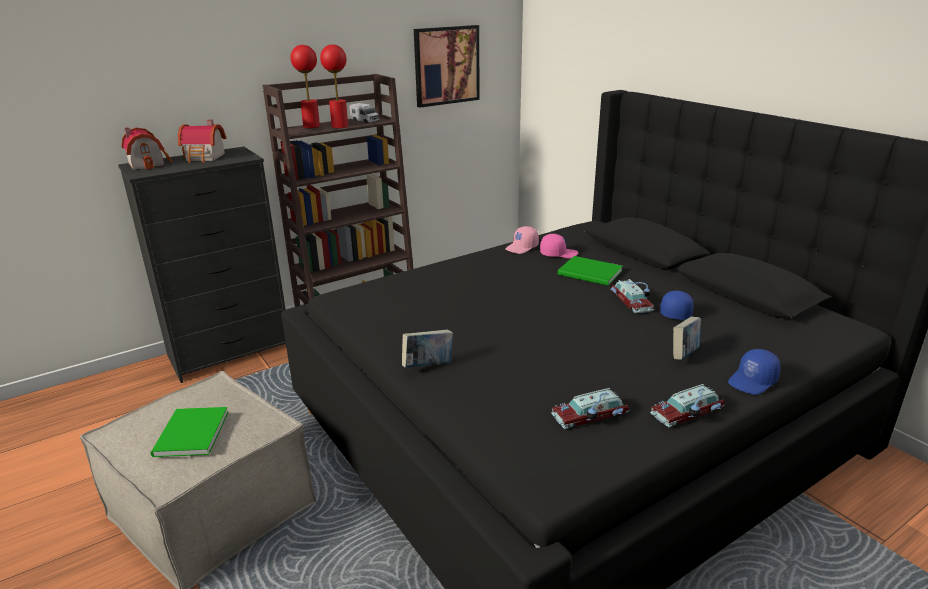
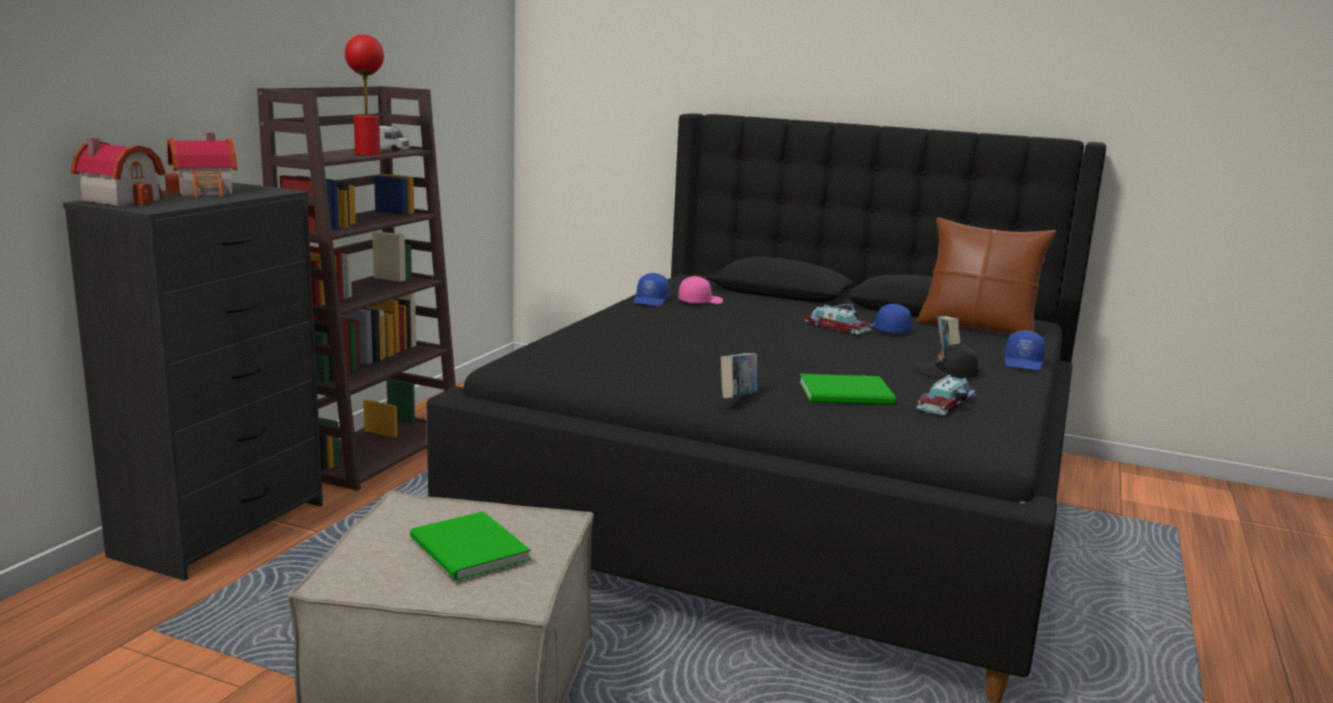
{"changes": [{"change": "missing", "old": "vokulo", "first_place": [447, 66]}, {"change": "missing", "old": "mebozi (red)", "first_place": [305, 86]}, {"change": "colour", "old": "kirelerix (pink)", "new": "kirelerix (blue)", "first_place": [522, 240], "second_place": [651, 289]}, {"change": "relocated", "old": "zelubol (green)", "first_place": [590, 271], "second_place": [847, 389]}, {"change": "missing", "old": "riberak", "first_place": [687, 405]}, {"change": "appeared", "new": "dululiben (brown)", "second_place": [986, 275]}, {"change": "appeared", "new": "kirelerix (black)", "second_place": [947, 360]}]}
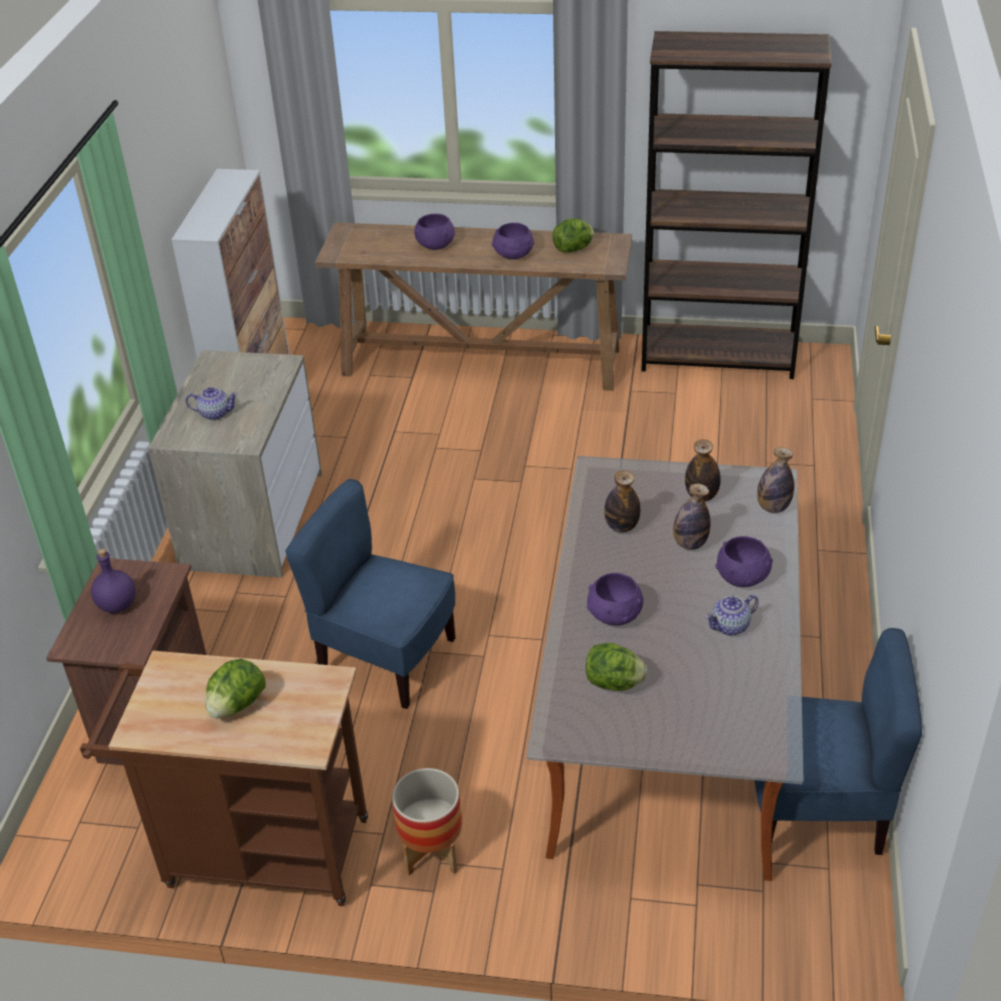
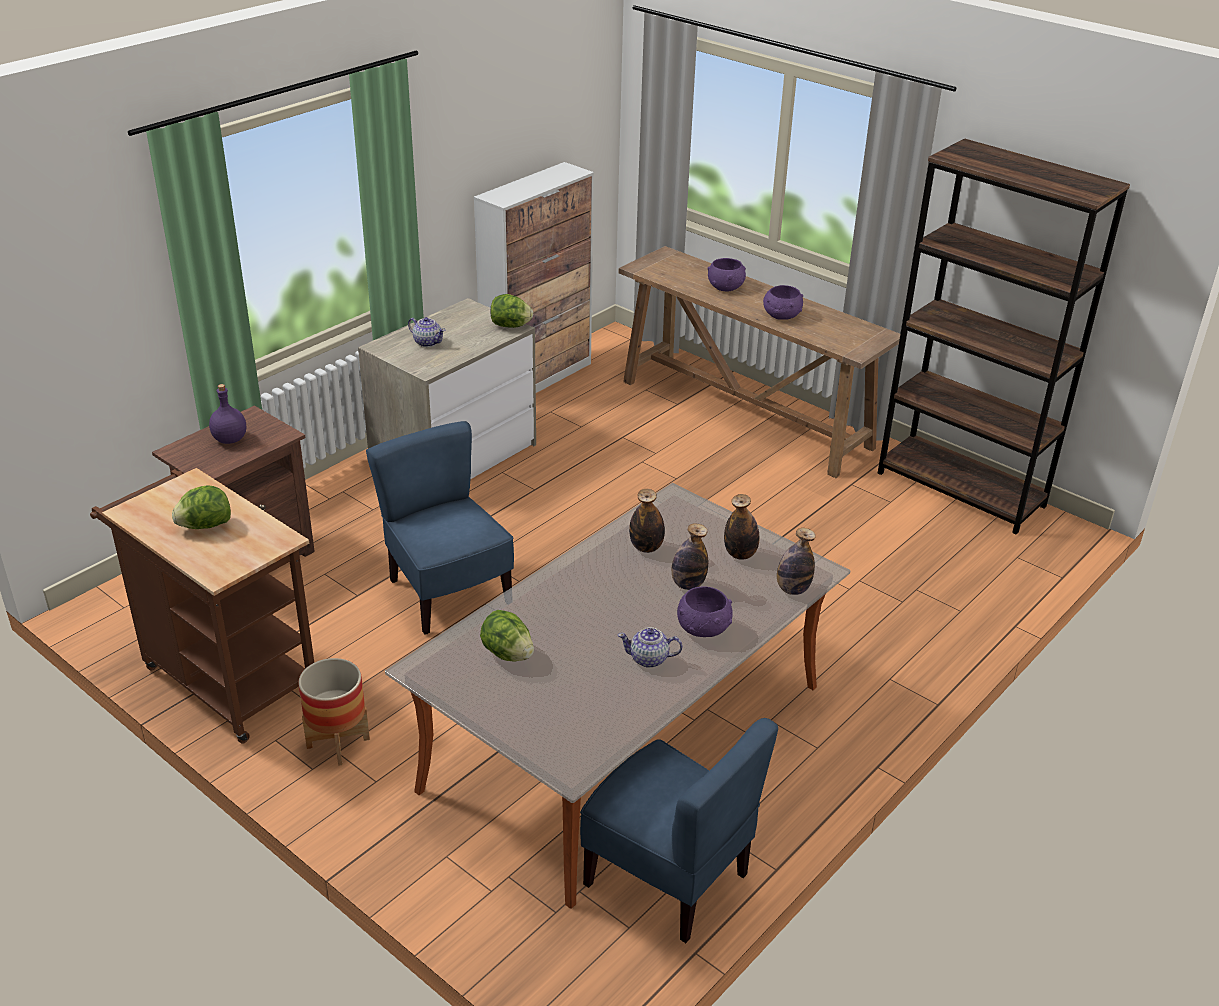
{"changes": [{"change": "relocated", "old": "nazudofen", "first_place": [573, 236], "second_place": [511, 311]}, {"change": "missing", "old": "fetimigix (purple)", "first_place": [615, 599]}]}
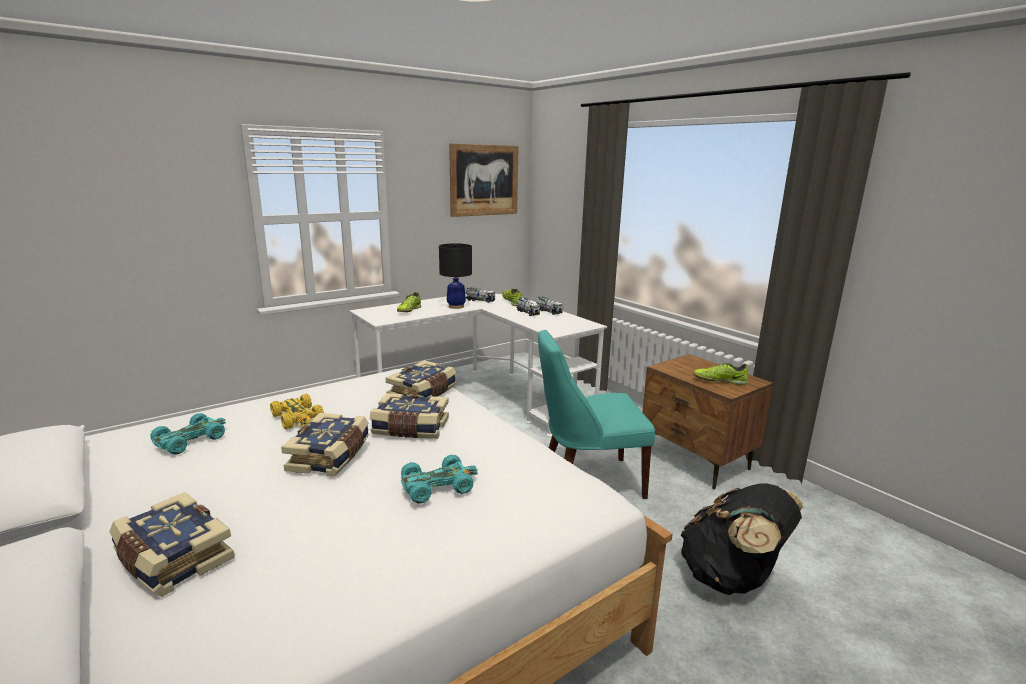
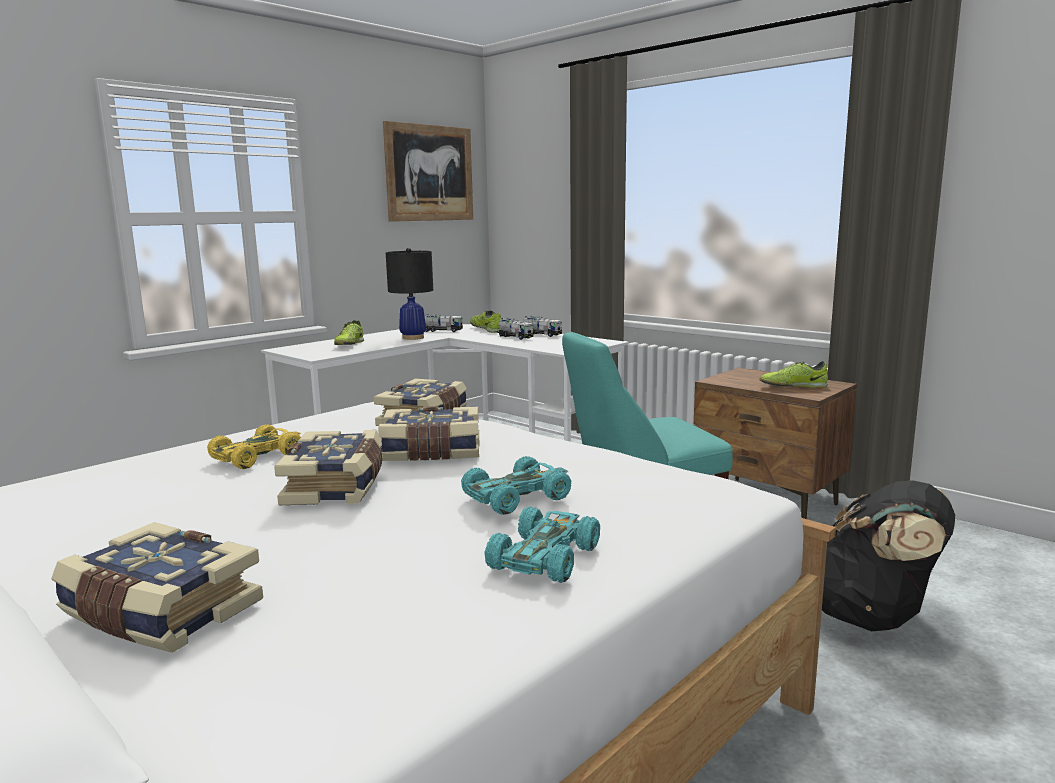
{"changes": [{"change": "spun", "old": "riberak (yellow)", "first_place": [297, 412], "second_place": [254, 446], "degrees": -90}, {"change": "relocated", "old": "riberak (turquoise)", "first_place": [188, 434], "second_place": [542, 545]}]}
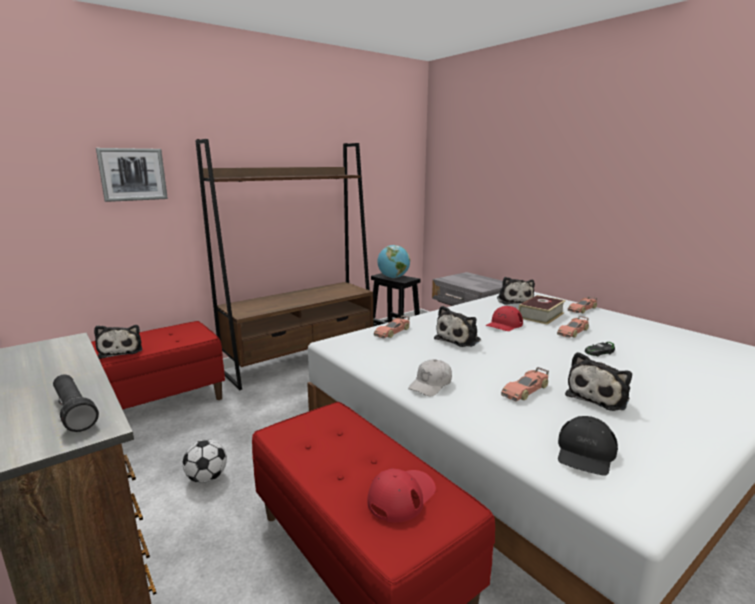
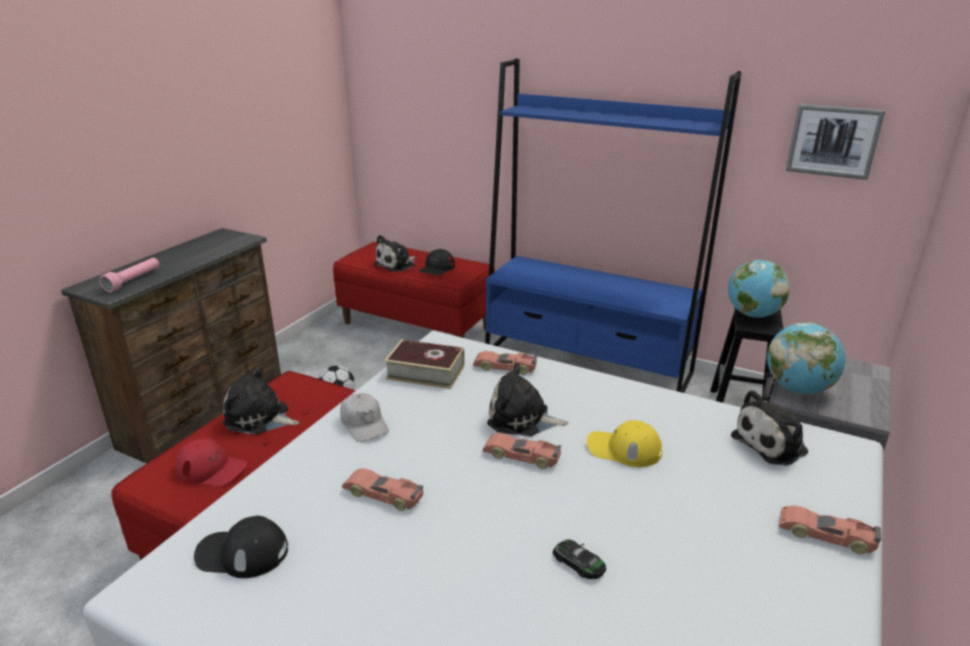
{"changes": [{"change": "colour", "old": "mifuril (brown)", "new": "mifuril (blue)", "first_place": [284, 265], "second_place": [613, 225]}, {"change": "relocated", "old": "vokulo", "first_place": [132, 175], "second_place": [835, 142]}, {"change": "relocated", "old": "zelubol", "first_place": [542, 310], "second_place": [424, 364]}, {"change": "colour", "old": "kirelerix (red)", "new": "kirelerix (yellow)", "first_place": [504, 318], "second_place": [625, 443]}, {"change": "relocated", "old": "riberak", "first_place": [573, 327], "second_place": [522, 451]}, {"change": "relocated", "old": "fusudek", "first_place": [598, 381], "second_place": [261, 401]}, {"change": "spun", "old": "kirelerix (white)", "first_place": [430, 378], "second_place": [364, 417], "degrees": -135}, {"change": "colour", "old": "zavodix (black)", "new": "zavodix (pink)", "first_place": [76, 403], "second_place": [129, 275]}, {"change": "appeared", "new": "kirelerix (black)", "second_place": [437, 262]}, {"change": "appeared", "new": "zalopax", "second_place": [806, 358]}]}
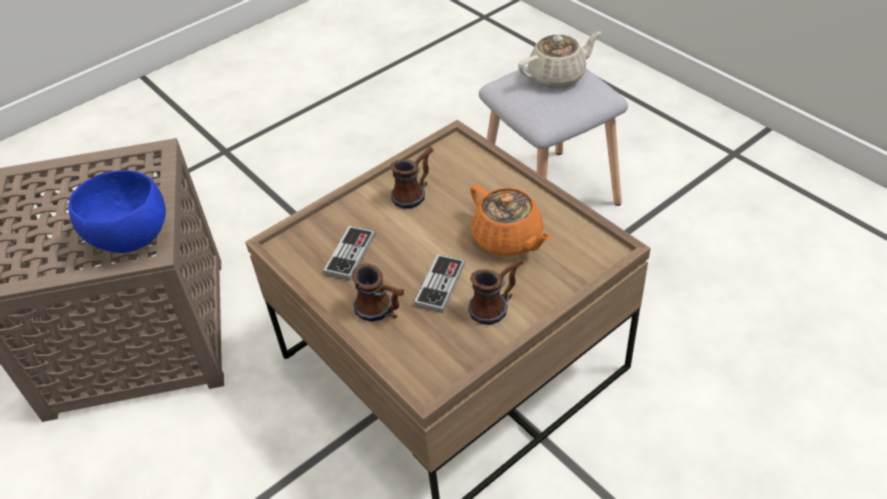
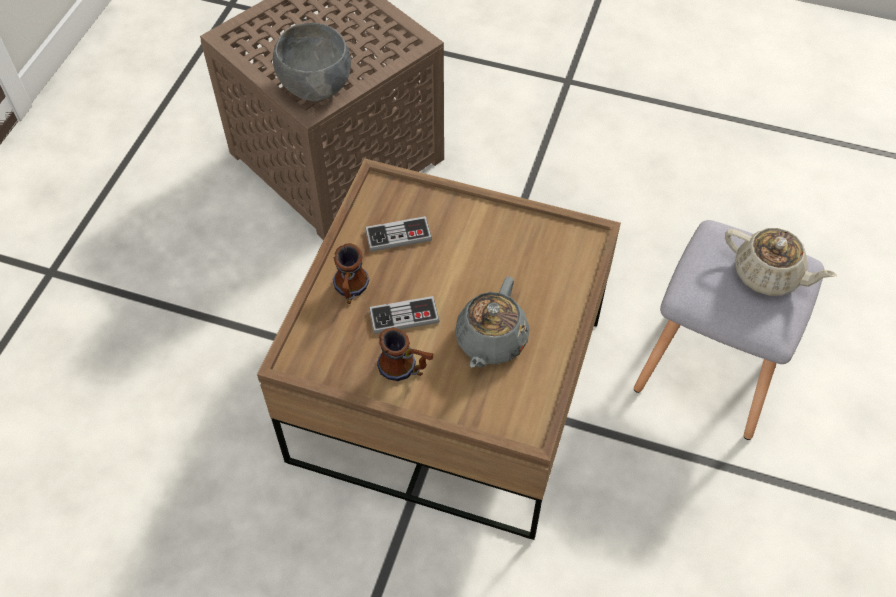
{"changes": [{"change": "missing", "old": "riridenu", "first_place": [412, 177]}, {"change": "colour", "old": "fetimigix (blue)", "new": "fetimigix (grey)", "first_place": [117, 211], "second_place": [312, 62]}, {"change": "colour", "old": "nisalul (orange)", "new": "nisalul (grey)", "first_place": [510, 220], "second_place": [492, 322]}]}
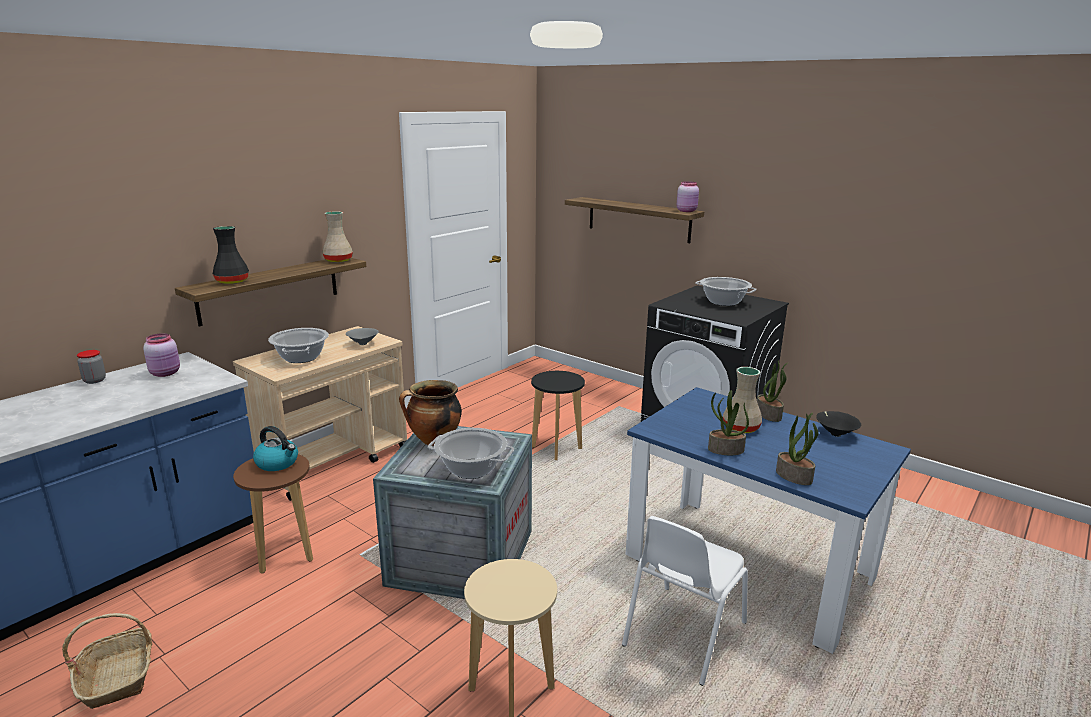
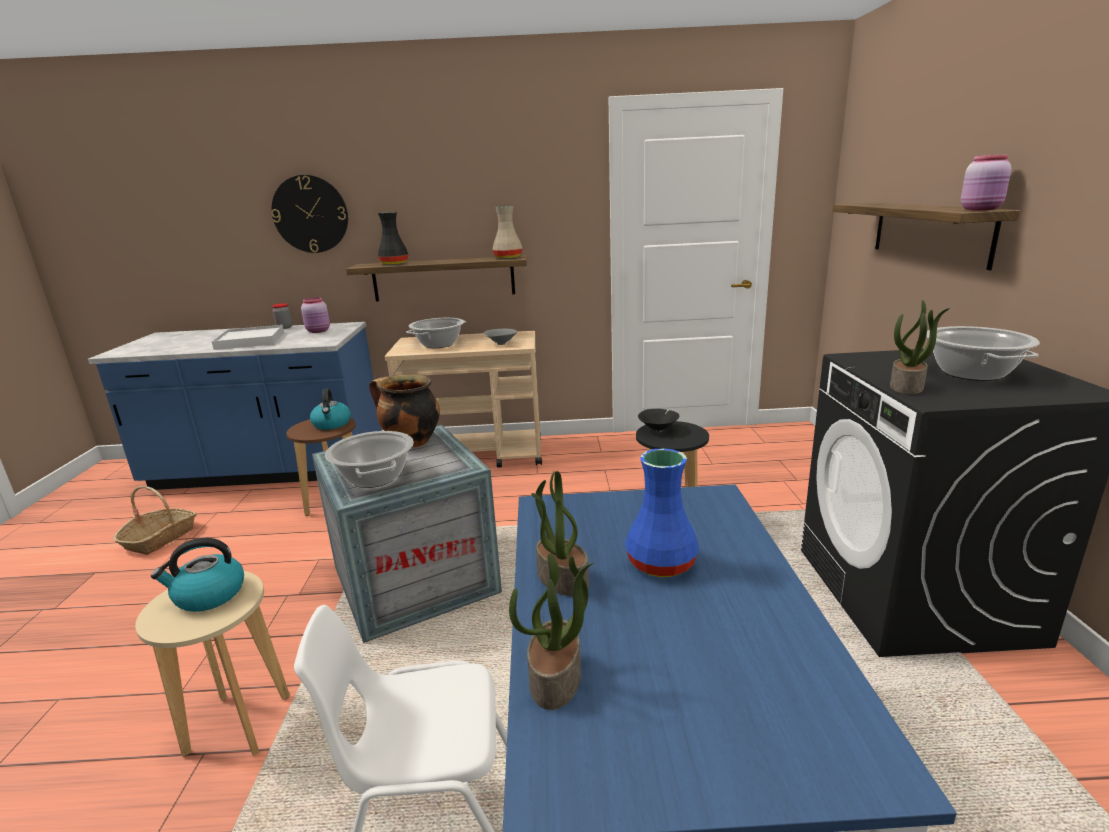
{"changes": [{"change": "relocated", "old": "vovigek", "first_place": [772, 391], "second_place": [920, 347]}, {"change": "colour", "old": "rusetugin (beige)", "new": "rusetugin (blue)", "first_place": [742, 400], "second_place": [662, 512]}, {"change": "relocated", "old": "fetimigix (black)", "first_place": [838, 424], "second_place": [658, 420]}, {"change": "appeared", "new": "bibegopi", "second_place": [309, 214]}, {"change": "appeared", "new": "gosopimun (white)", "second_place": [248, 337]}, {"change": "appeared", "new": "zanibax", "second_place": [197, 575]}]}
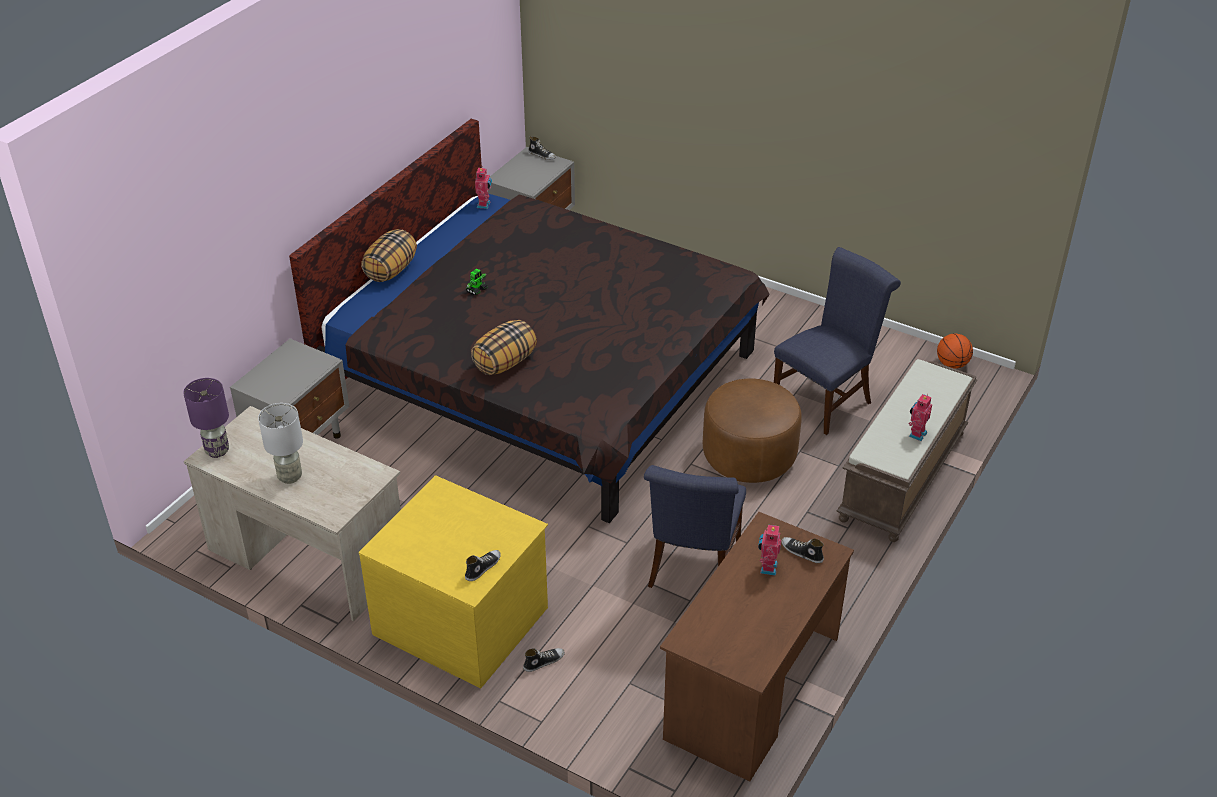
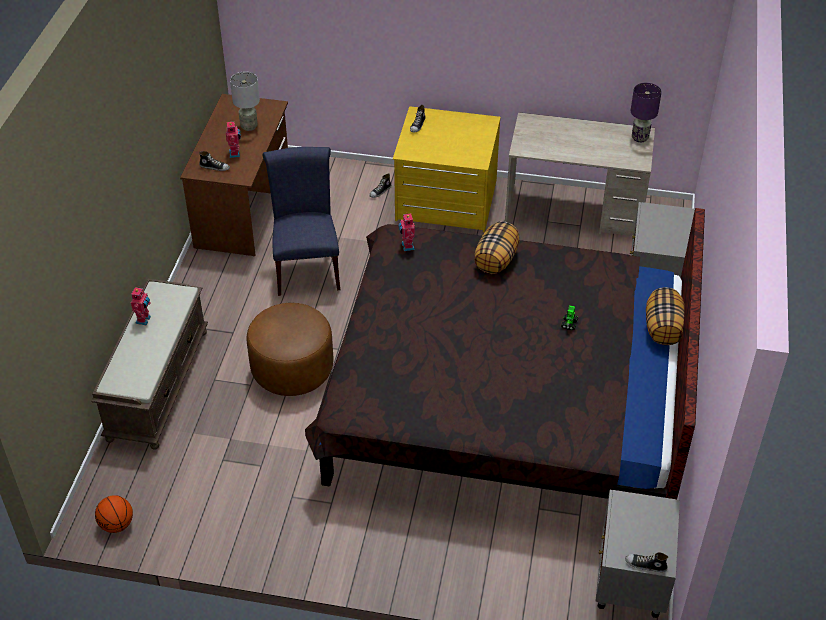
{"changes": [{"change": "relocated", "old": "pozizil", "first_place": [483, 187], "second_place": [406, 232]}, {"change": "missing", "old": "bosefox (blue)", "first_place": [837, 341]}, {"change": "relocated", "old": "mebozi (grey)", "first_place": [280, 443], "second_place": [245, 101]}]}
